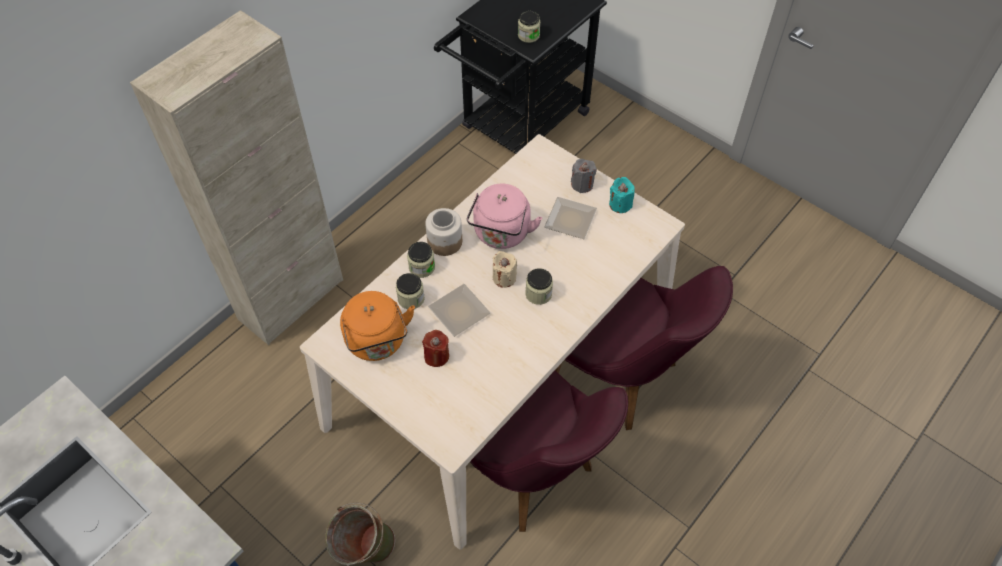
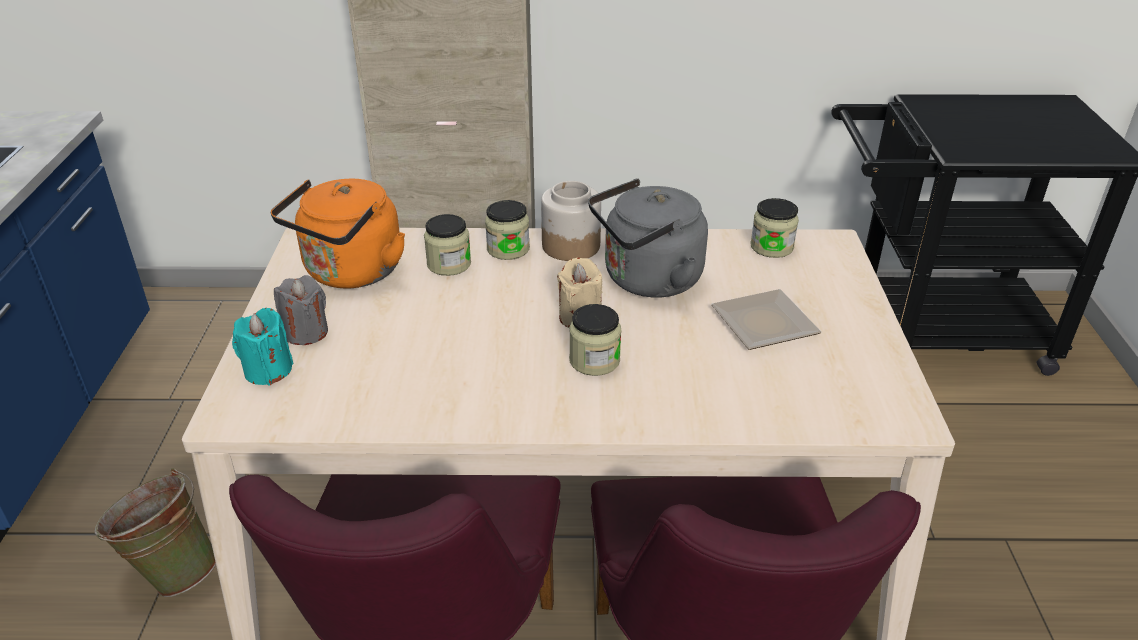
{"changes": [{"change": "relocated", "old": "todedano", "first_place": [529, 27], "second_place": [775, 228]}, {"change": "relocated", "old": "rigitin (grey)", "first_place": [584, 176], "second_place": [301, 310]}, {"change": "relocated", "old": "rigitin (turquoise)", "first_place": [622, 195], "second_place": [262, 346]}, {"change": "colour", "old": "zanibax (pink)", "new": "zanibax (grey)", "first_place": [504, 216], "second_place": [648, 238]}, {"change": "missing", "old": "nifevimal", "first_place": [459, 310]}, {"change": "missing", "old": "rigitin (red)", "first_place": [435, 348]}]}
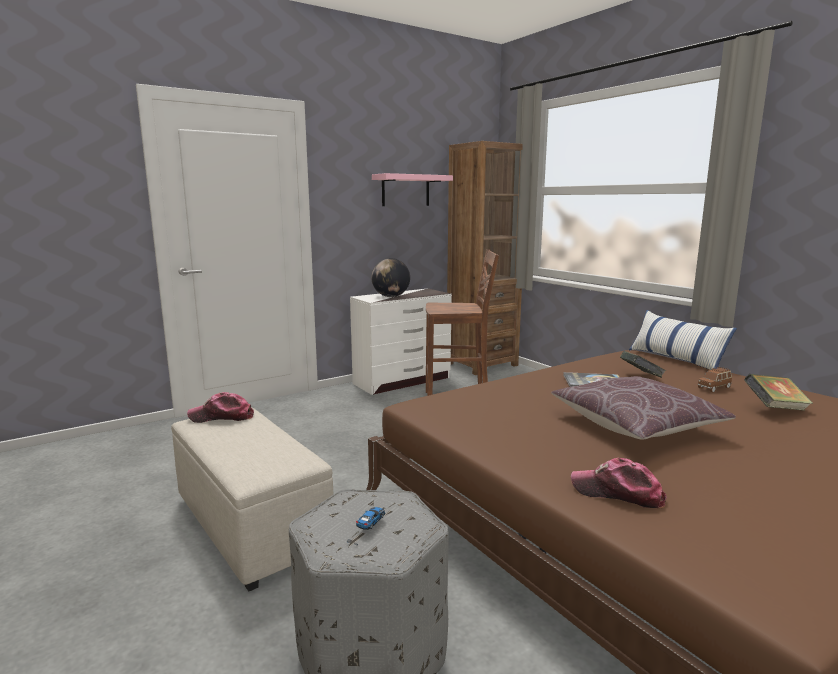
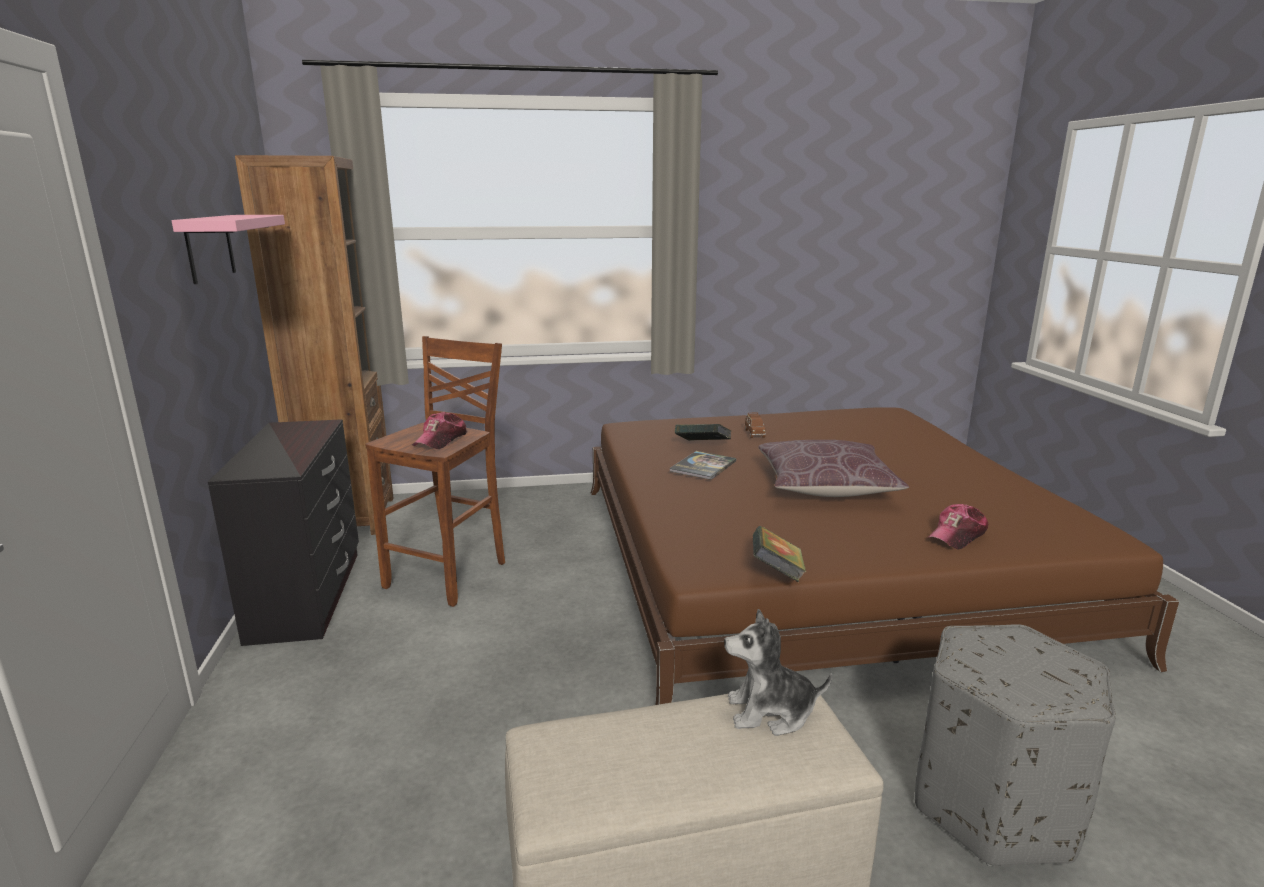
{"changes": [{"change": "missing", "old": "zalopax", "first_place": [390, 277]}, {"change": "colour", "old": "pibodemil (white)", "new": "pibodemil (black)", "first_place": [401, 341], "second_place": [283, 532]}, {"change": "missing", "old": "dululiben", "first_place": [683, 340]}, {"change": "relocated", "old": "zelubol", "first_place": [778, 392], "second_place": [779, 554]}, {"change": "relocated", "old": "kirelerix", "first_place": [220, 407], "second_place": [440, 430]}, {"change": "missing", "old": "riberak", "first_place": [366, 526]}, {"change": "appeared", "new": "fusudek", "second_place": [778, 672]}]}
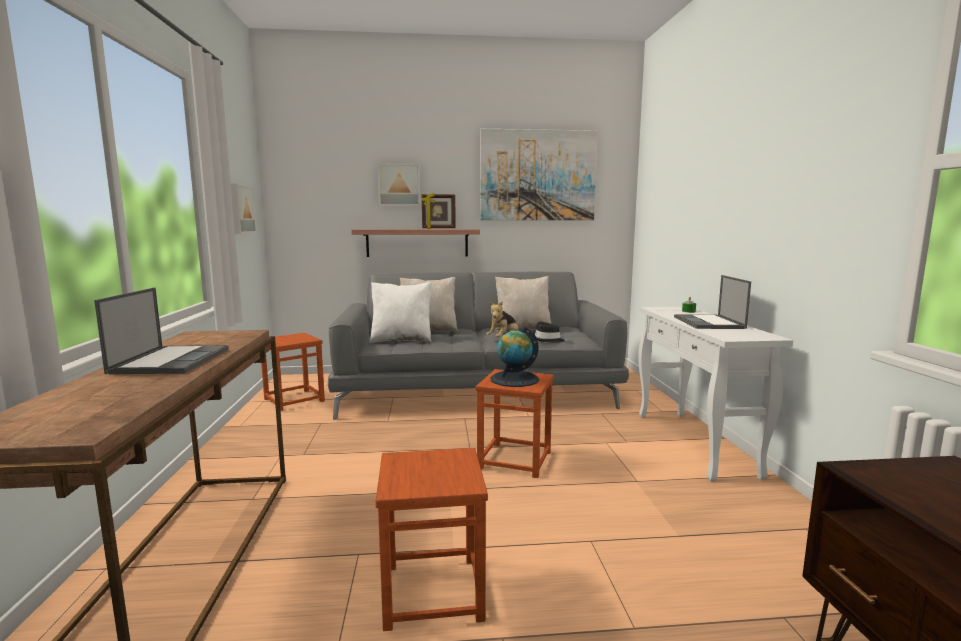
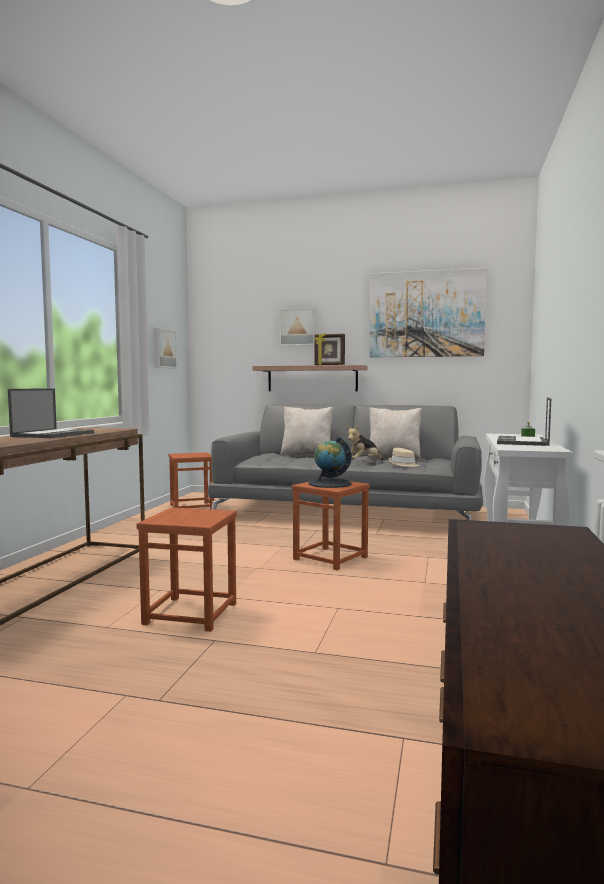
{"changes": [{"change": "missing", "old": "dululiben (white)", "first_place": [400, 312]}, {"change": "colour", "old": "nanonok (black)", "new": "nanonok (beige)", "first_place": [549, 332], "second_place": [403, 457]}]}
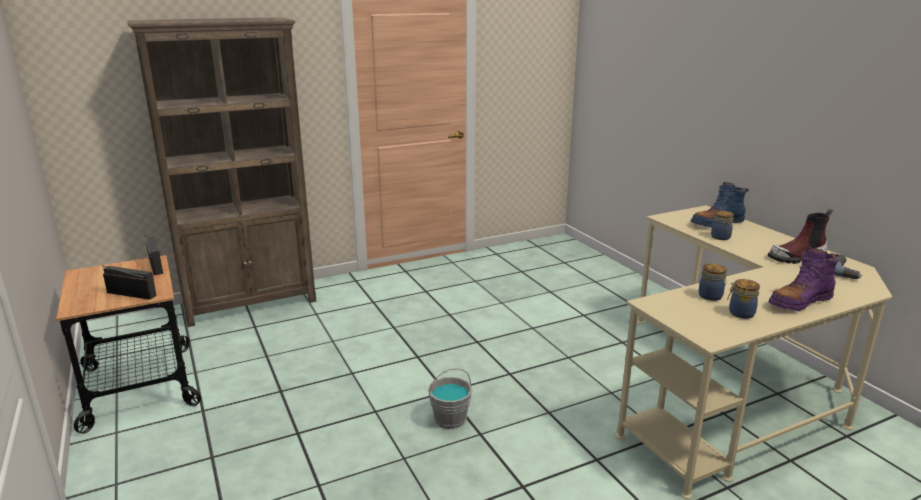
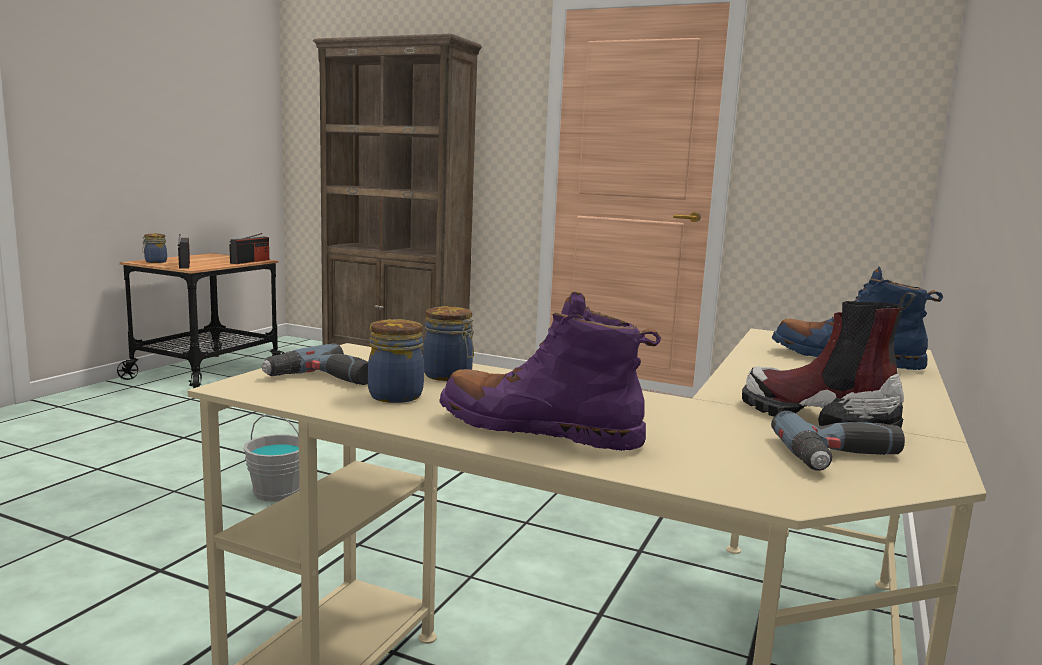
{"changes": [{"change": "relocated", "old": "todedano", "first_place": [722, 225], "second_place": [154, 248]}, {"change": "appeared", "new": "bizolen", "second_place": [314, 364]}]}
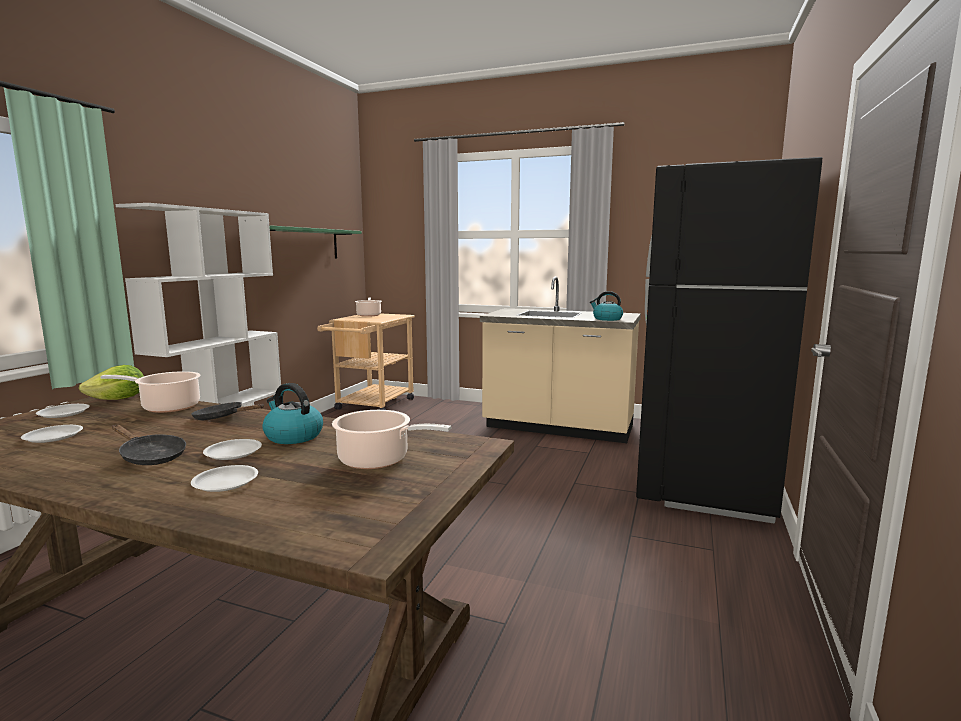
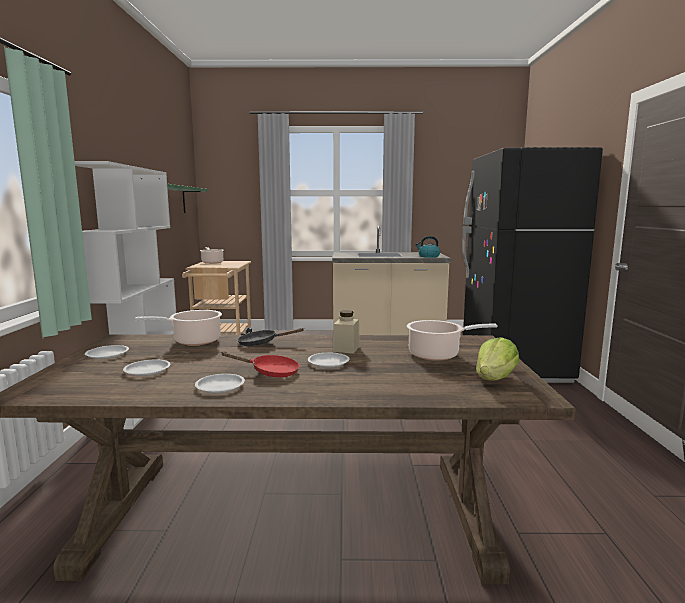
{"changes": [{"change": "relocated", "old": "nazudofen", "first_place": [111, 382], "second_place": [497, 359]}, {"change": "exchanged", "old": "zanibax", "new": "todedano (beige)", "first_place": [292, 413], "second_place": [346, 332]}, {"change": "colour", "old": "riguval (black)", "new": "riguval (red)", "first_place": [149, 445], "second_place": [261, 364]}, {"change": "relocated", "old": "nifevimal (white)", "first_place": [224, 478], "second_place": [220, 383]}]}
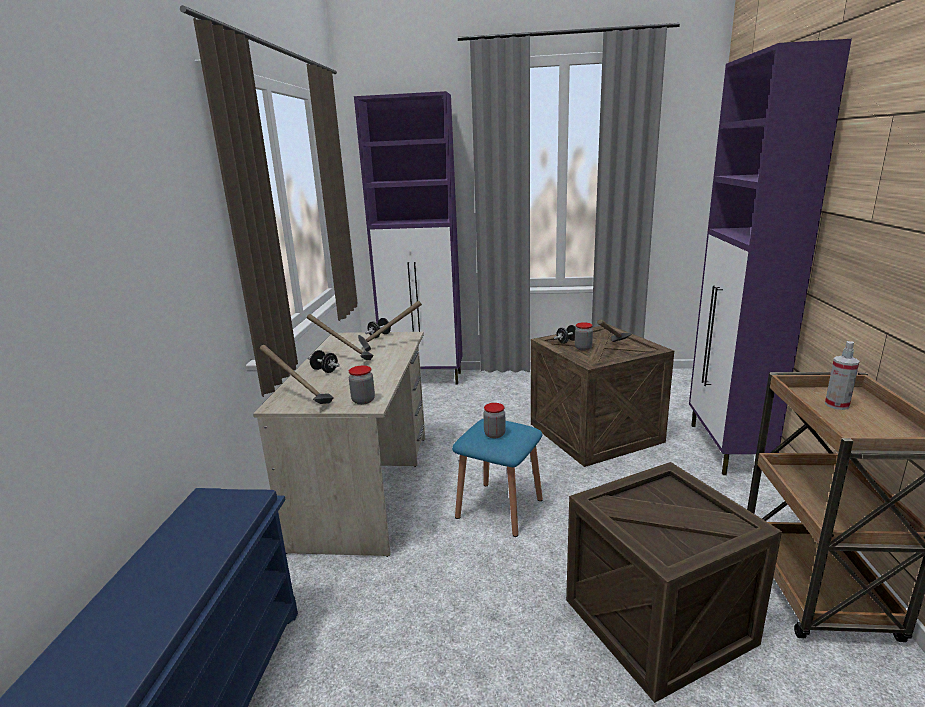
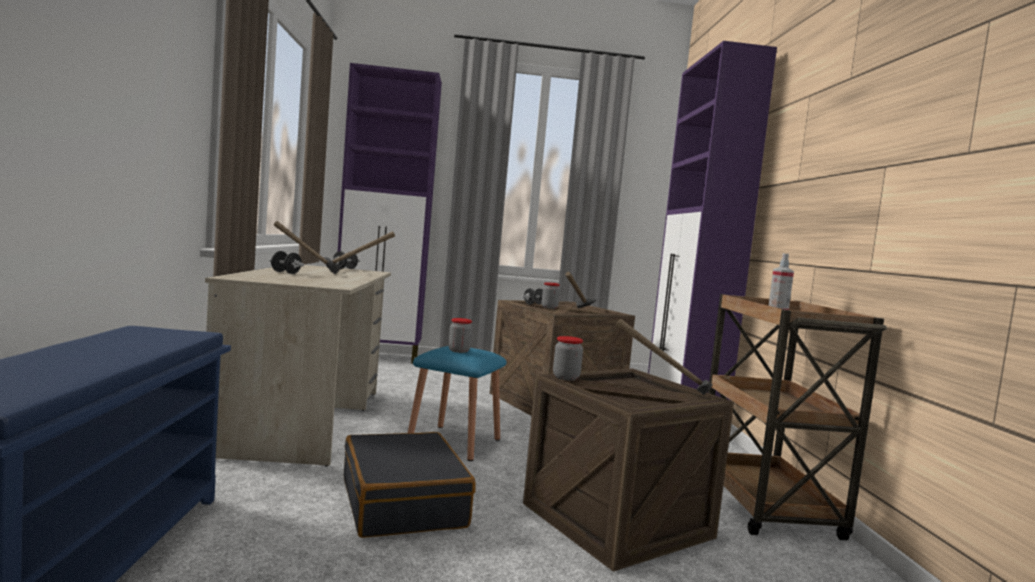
{"changes": [{"change": "relocated", "old": "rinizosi", "first_place": [297, 374], "second_place": [664, 357]}, {"change": "relocated", "old": "todedano", "first_place": [362, 385], "second_place": [568, 358]}, {"change": "appeared", "new": "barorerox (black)", "second_place": [410, 485]}]}
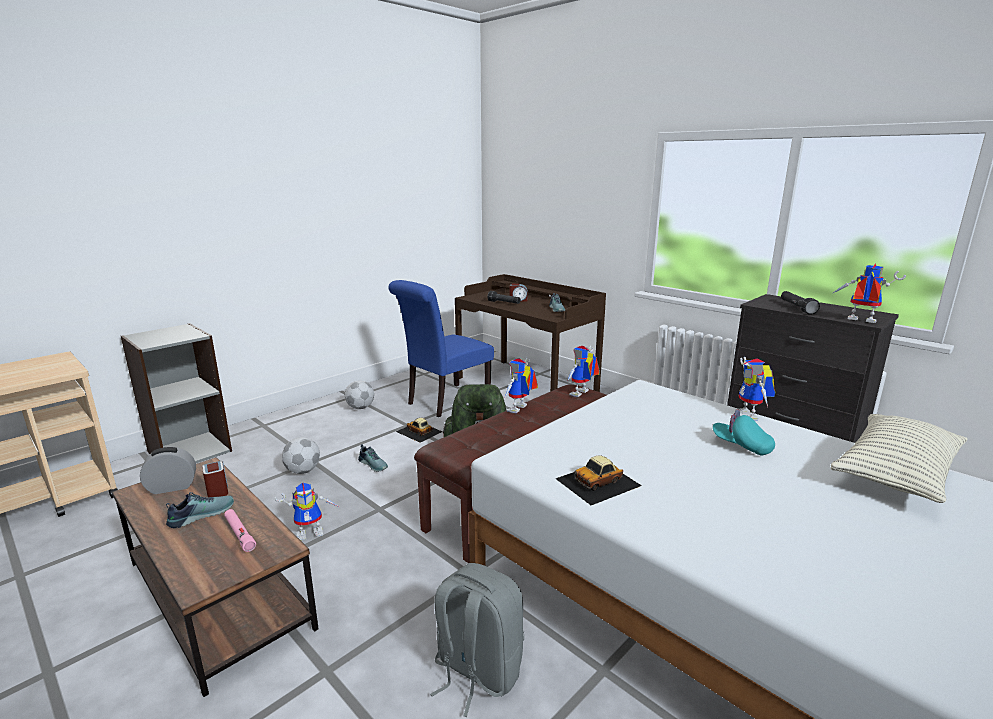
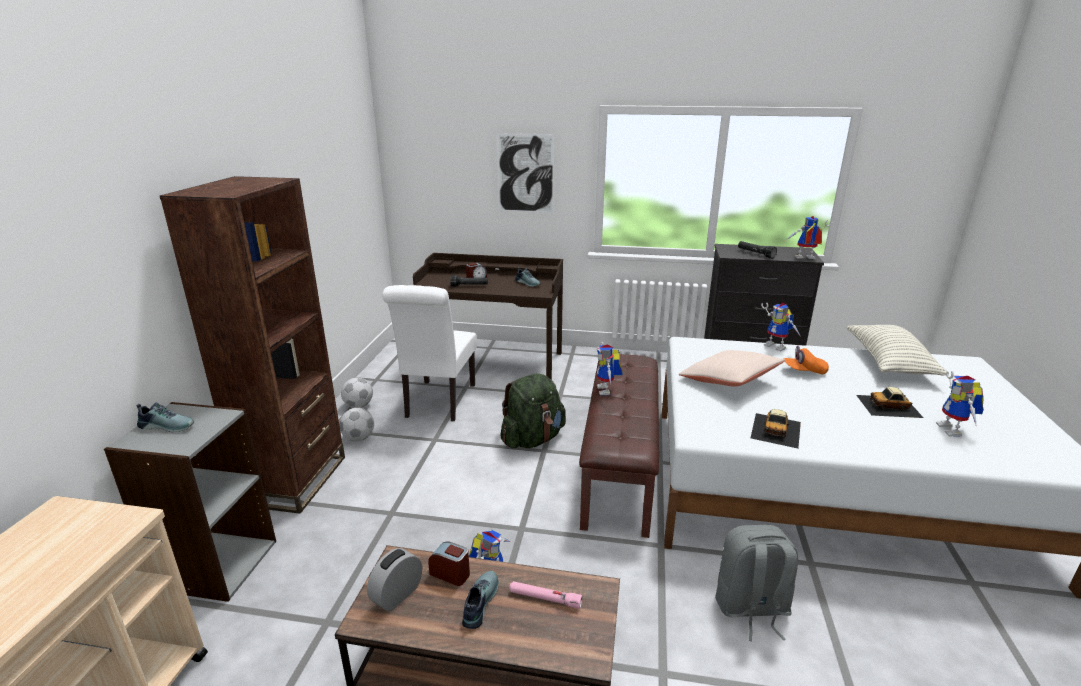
{"changes": [{"change": "colour", "old": "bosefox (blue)", "new": "bosefox (white)", "first_place": [441, 348], "second_place": [429, 353]}, {"change": "relocated", "old": "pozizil", "first_place": [583, 371], "second_place": [960, 404]}, {"change": "colour", "old": "kirelerix (turquoise)", "new": "kirelerix (orange)", "first_place": [744, 432], "second_place": [806, 360]}, {"change": "relocated", "old": "riberak", "first_place": [419, 430], "second_place": [889, 402]}, {"change": "relocated", "old": "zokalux", "first_place": [301, 455], "second_place": [357, 393]}, {"change": "relocated", "old": "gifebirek", "first_place": [373, 458], "second_place": [165, 417]}, {"change": "appeared", "new": "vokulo", "second_place": [525, 173]}, {"change": "appeared", "new": "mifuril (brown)", "second_place": [252, 345]}, {"change": "appeared", "new": "dululiben (beige)", "second_place": [732, 368]}]}
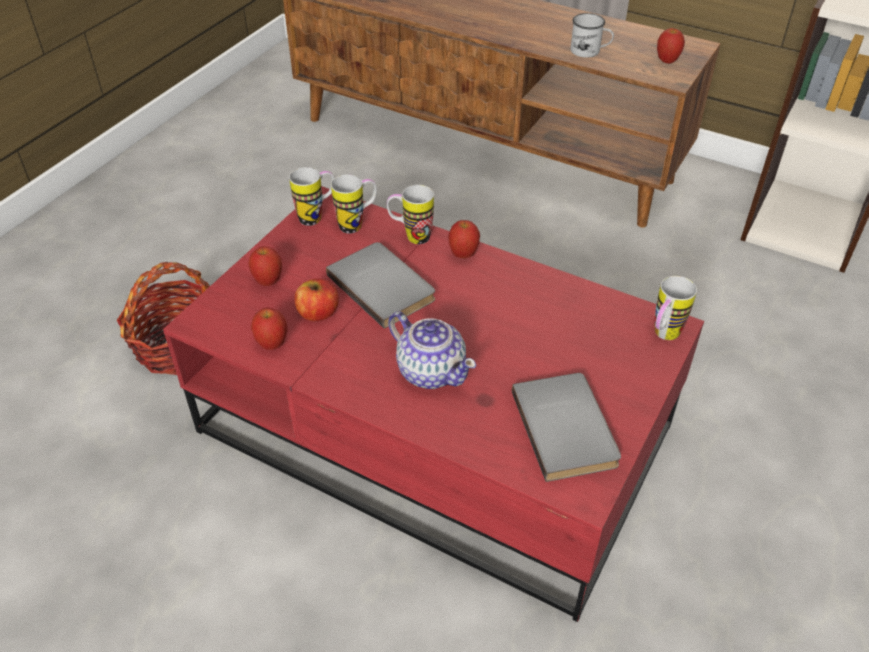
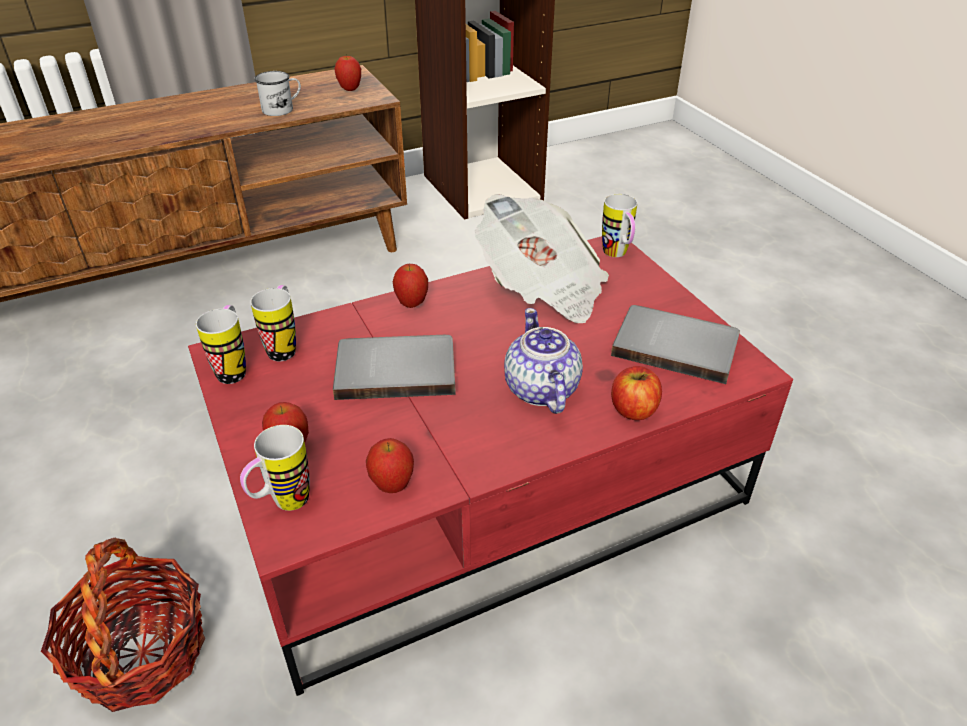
{"changes": [{"change": "relocated", "old": "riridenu", "first_place": [410, 214], "second_place": [275, 468]}, {"change": "relocated", "old": "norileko", "first_place": [316, 300], "second_place": [636, 393]}, {"change": "spun", "old": "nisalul", "first_place": [432, 350], "second_place": [543, 361], "degrees": -90}, {"change": "appeared", "new": "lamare", "second_place": [542, 258]}]}
